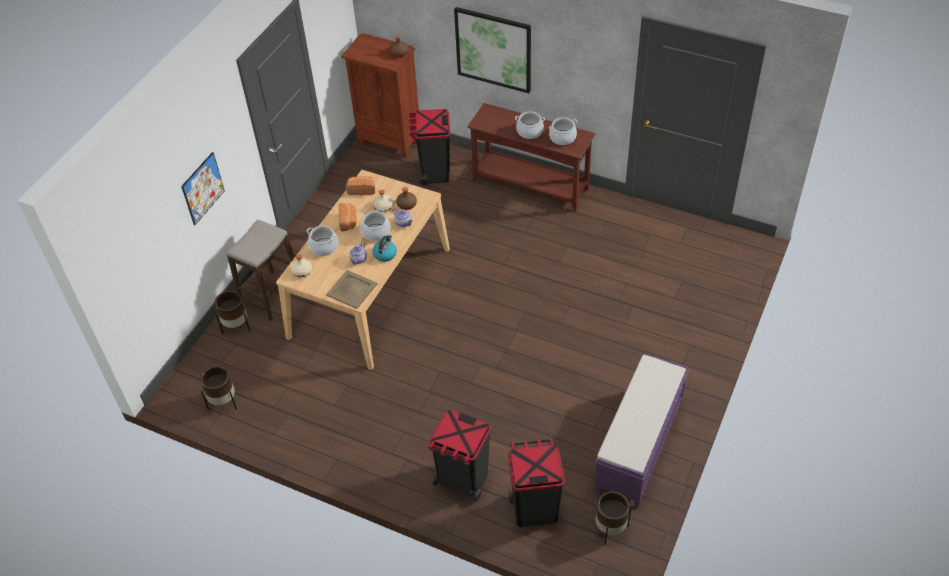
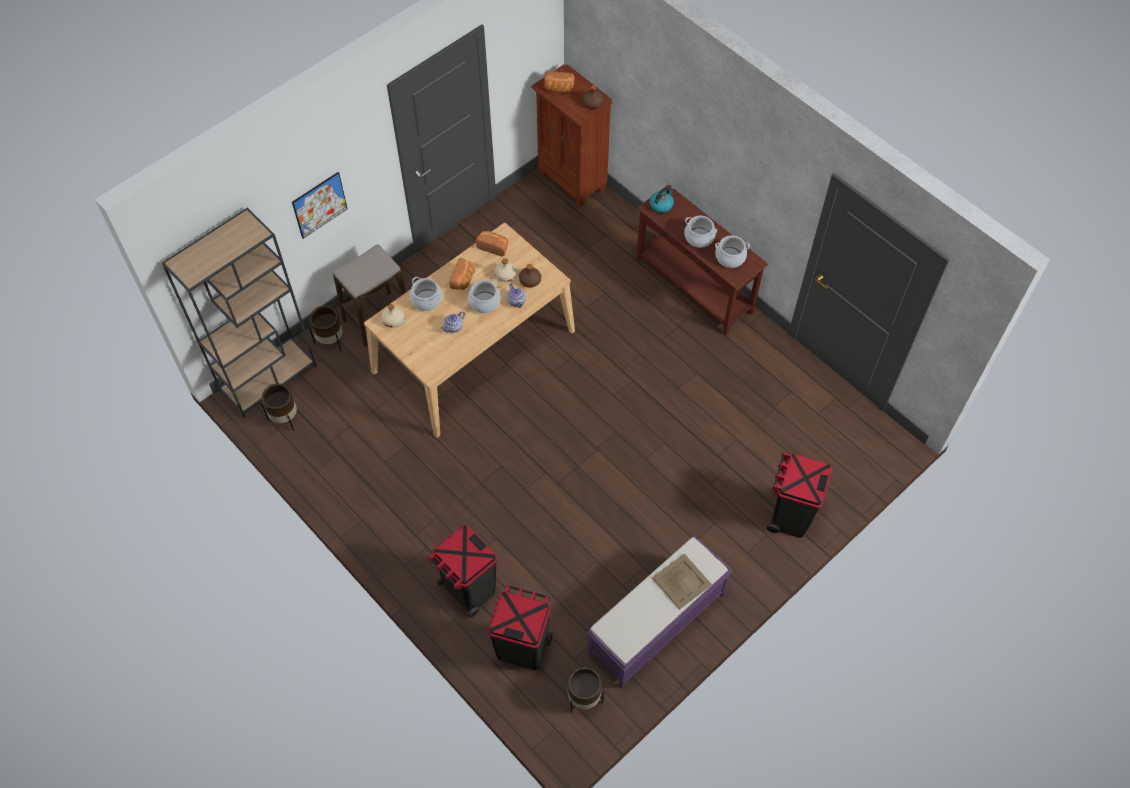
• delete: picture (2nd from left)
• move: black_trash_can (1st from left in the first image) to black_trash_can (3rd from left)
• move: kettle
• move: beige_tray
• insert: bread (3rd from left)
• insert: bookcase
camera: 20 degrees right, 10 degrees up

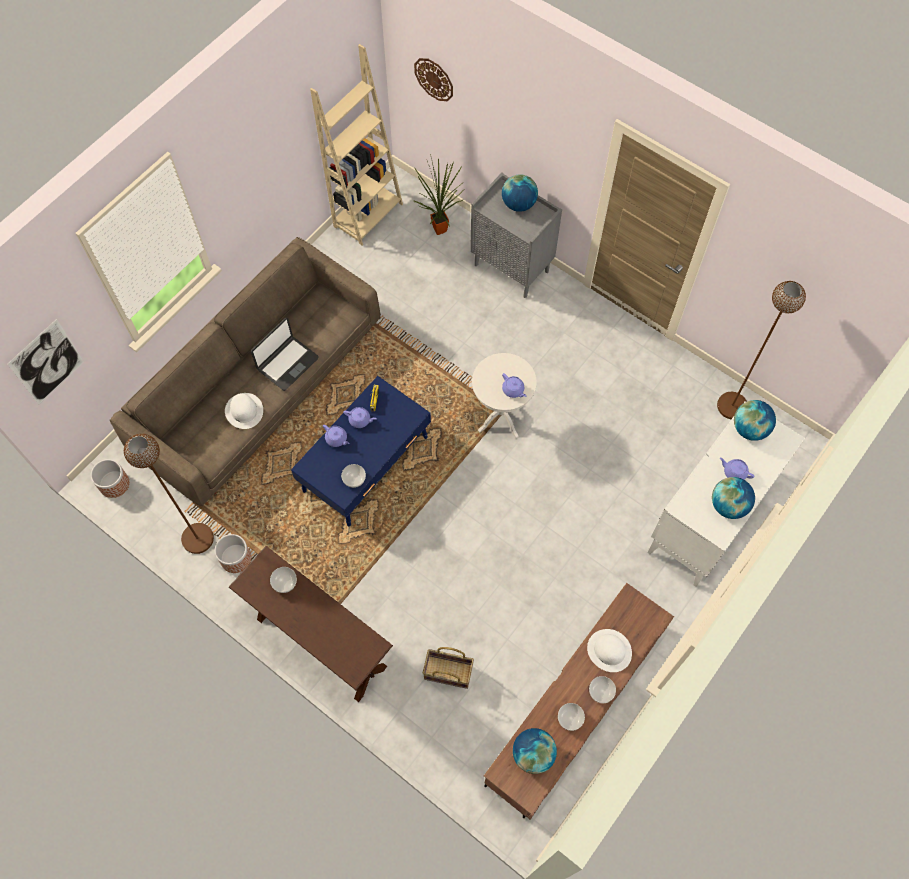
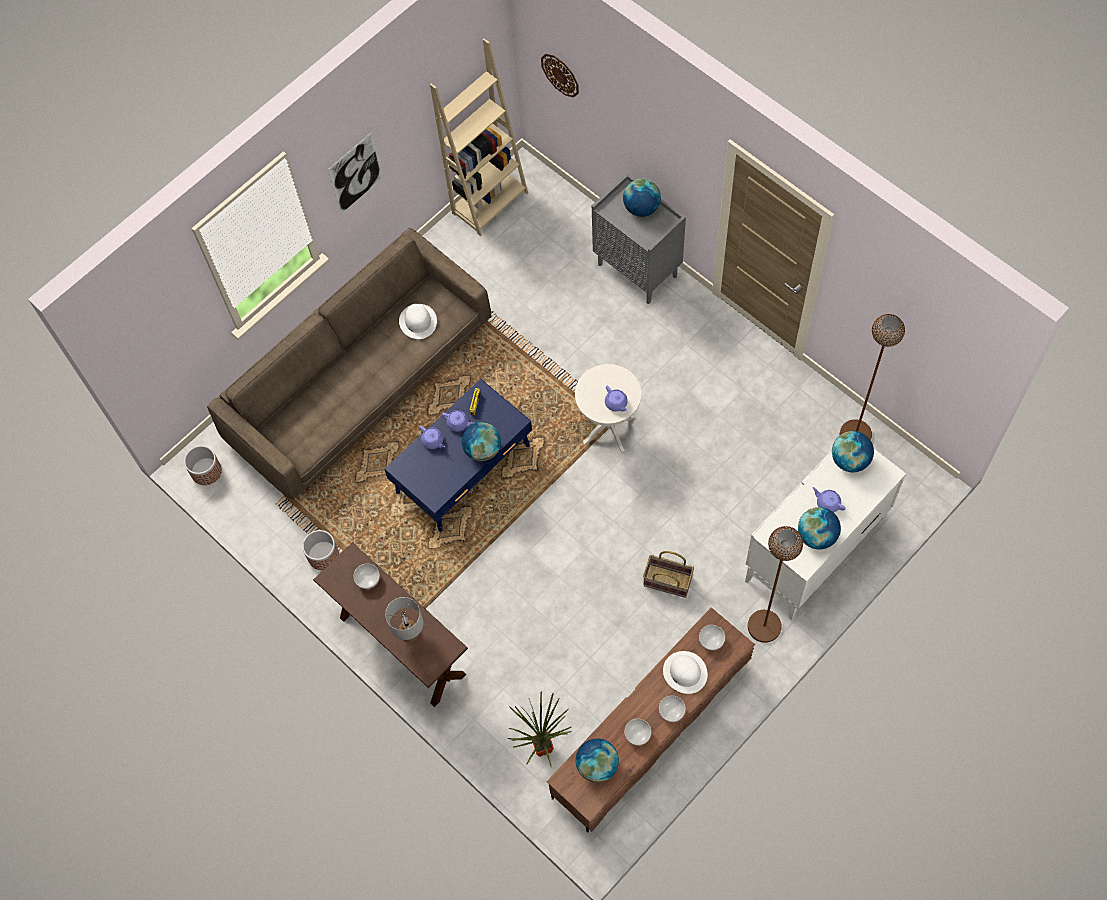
• move: potted_plant
• delete: laptop
• move: picture
• move: white_hat (1st from left)
• move: brown_floor_lamp (1st from left)
• move: bowl (2nd from left in the first image) to bowl (4th from left)
• move: basket
• insert: globe (1st from left)
• insert: grey_table_lamp
camera: 10 degrees right, 0 degrees up

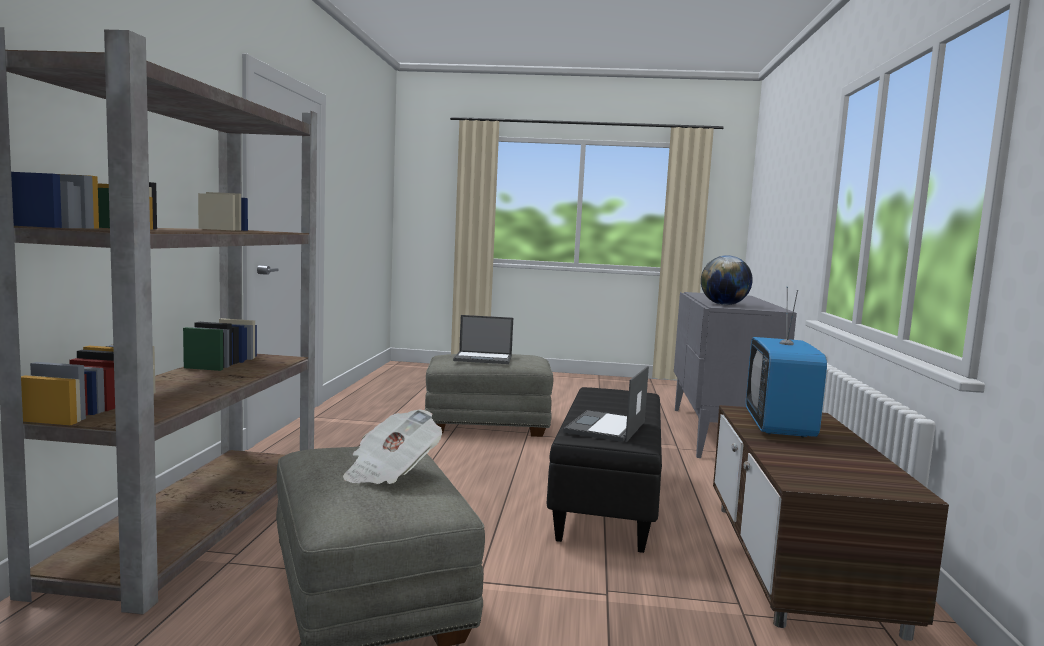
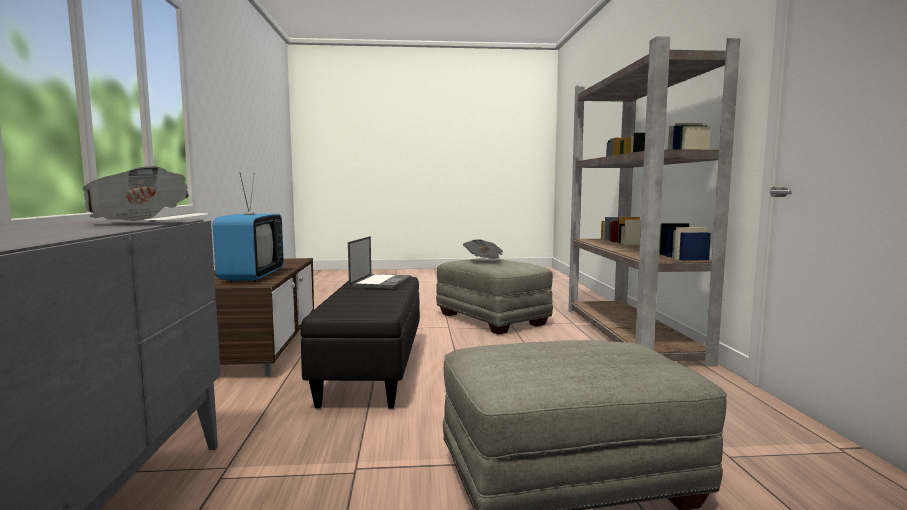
• replace: globe to newspaper (1st from left)
• delete: laptop (1st from left)
camera: 170 degrees right, 0 degrees up

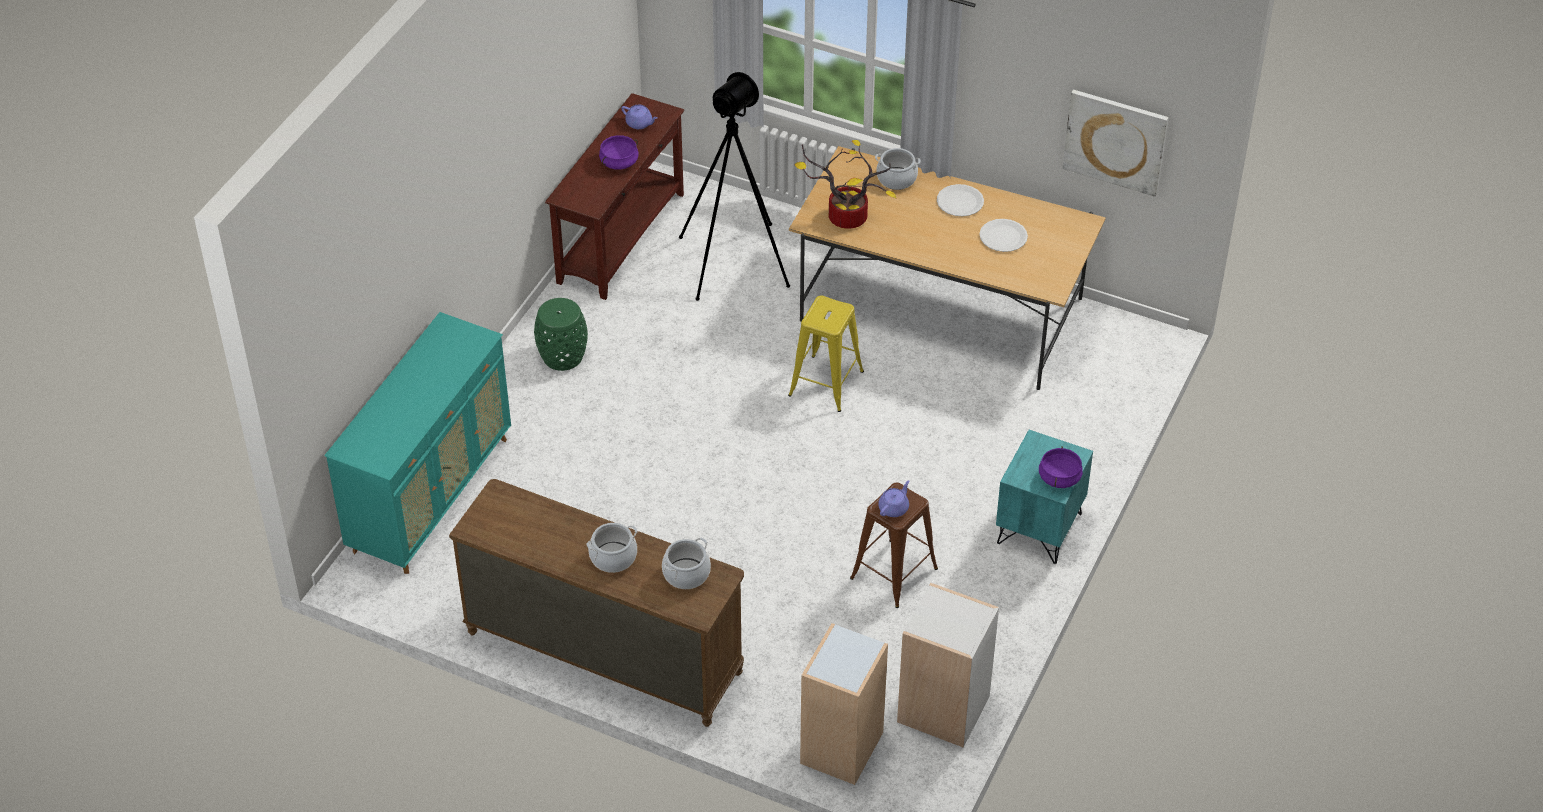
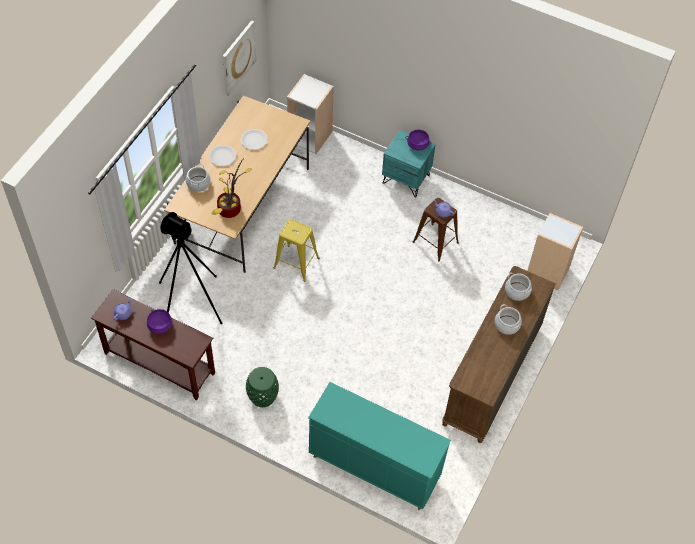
• move: bookcase (2nd from left in the first image) to bookcase (1st from left)
camera: 90 degrees left, 10 degrees up

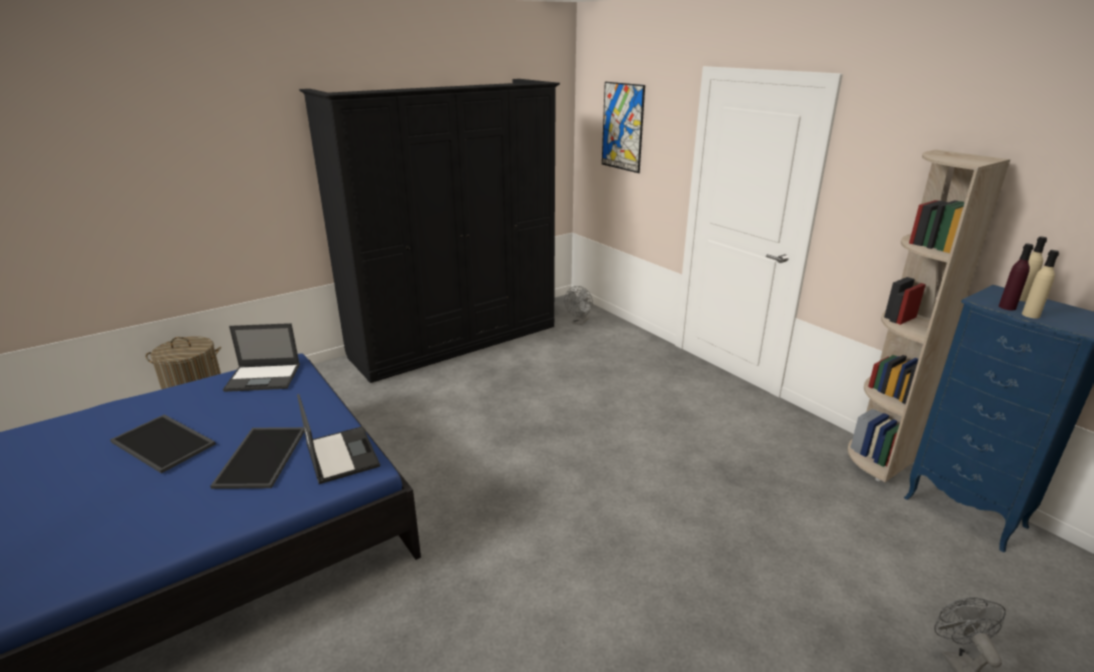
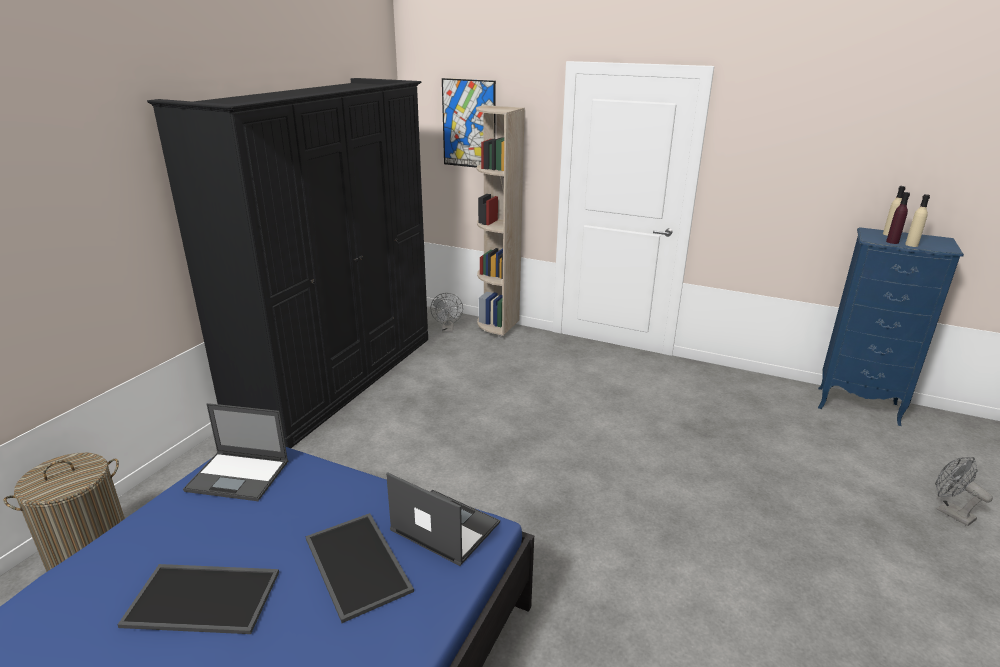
• move: beige_bookcase
• rotate: laptop (1st from left) 45 degrees clockwise
camera: 30 degrees left, 0 degrees up

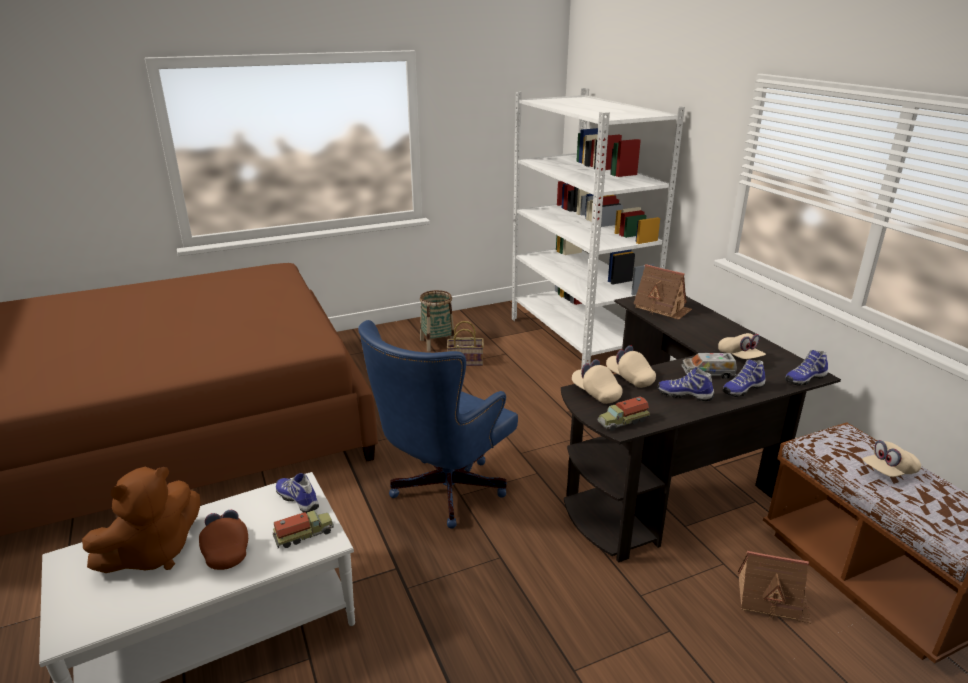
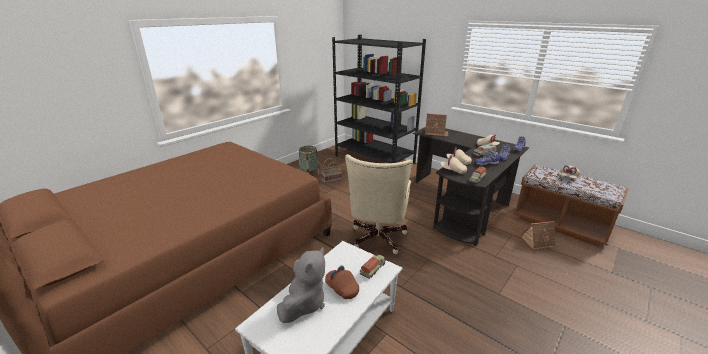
• recolor: white_bookcase to black_bookcase
• recolor: blue_office_chair to beige_office_chair
• recolor: brown_plush_toy to grey_plush_toy
• delete: shoe (1st from left)
camera: 25 degrees left, 0 degrees up

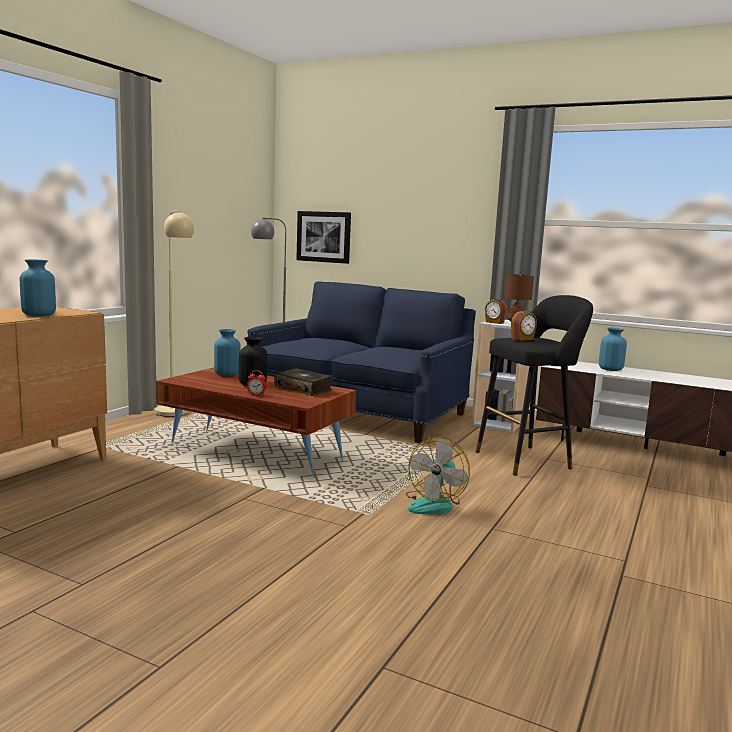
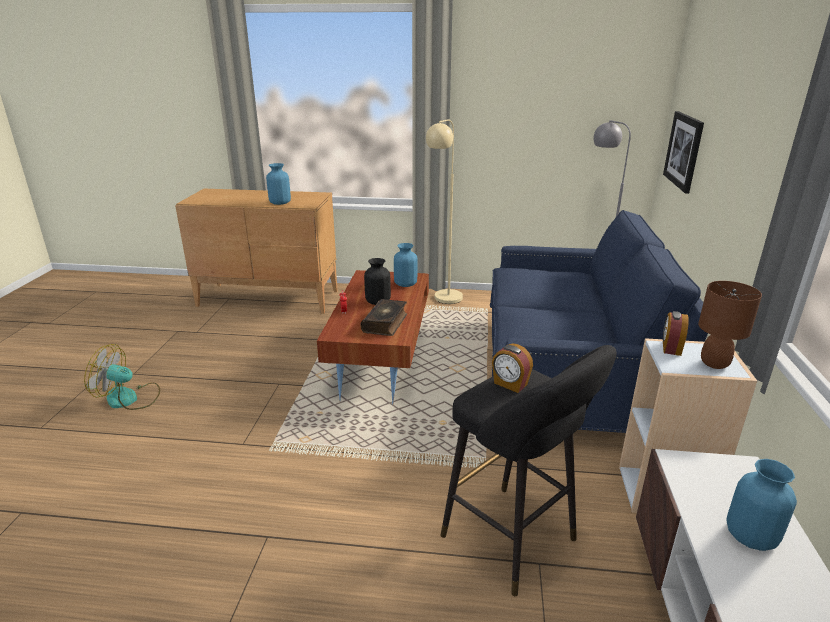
• move: fan
camera: 70 degrees right, 15 degrees up

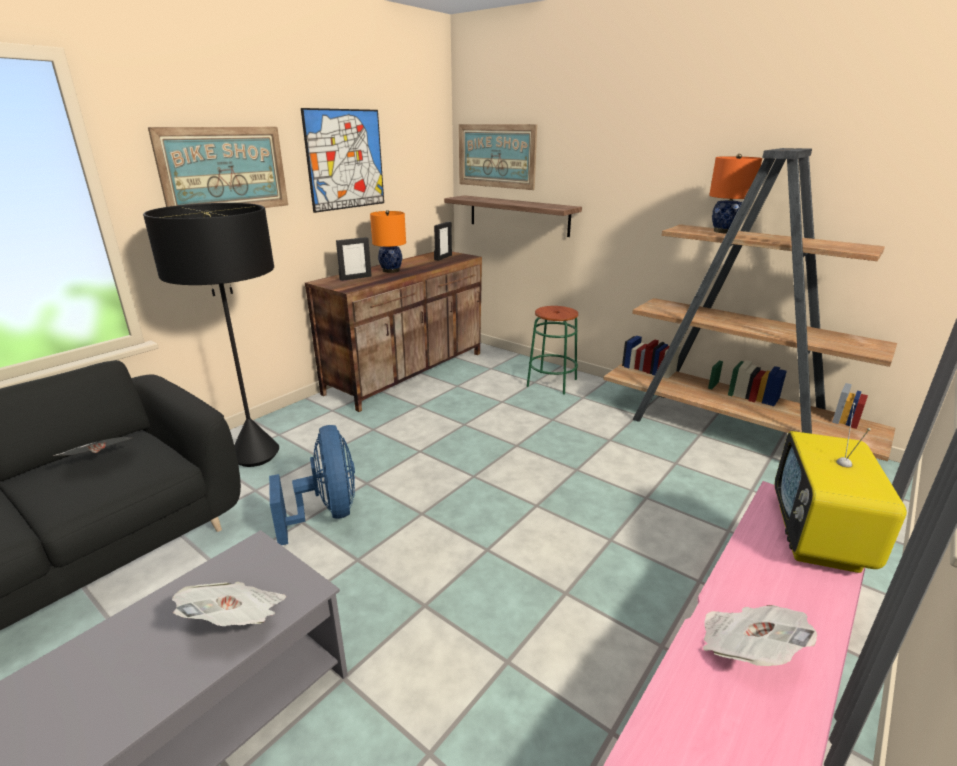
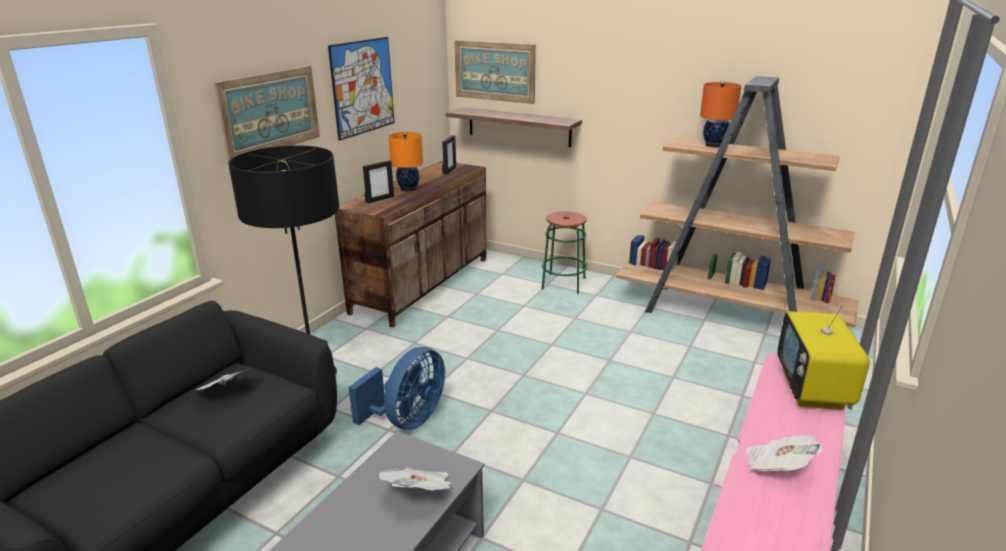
• rotate: blue_fan 60 degrees clockwise
camera: 10 degrees left, 0 degrees up

